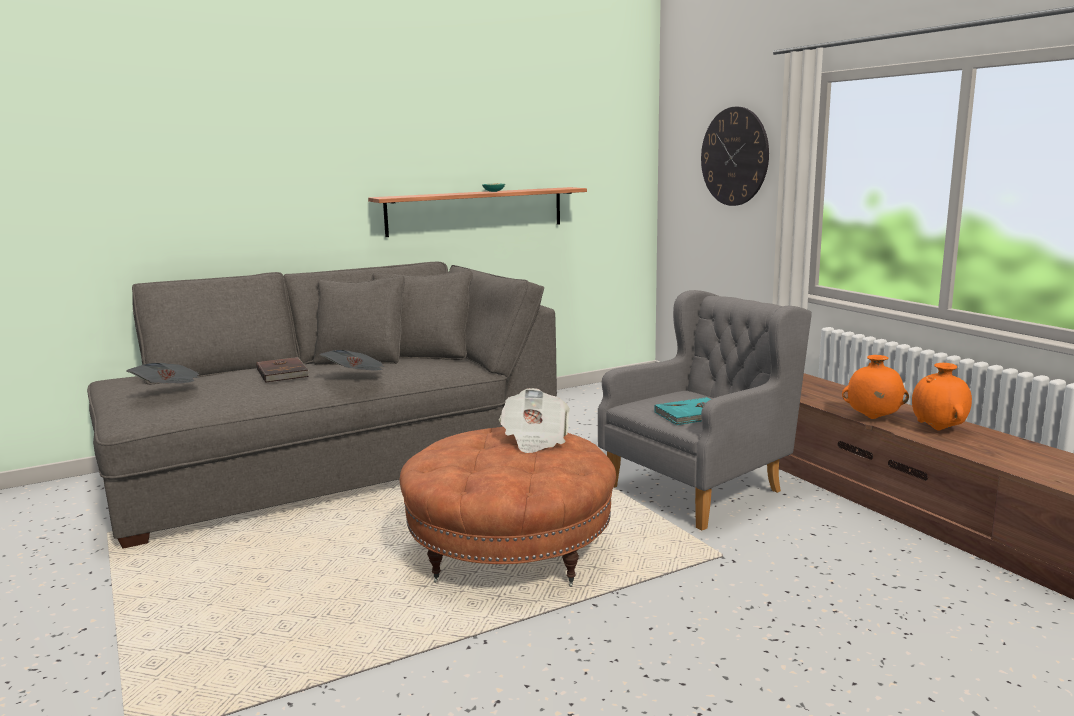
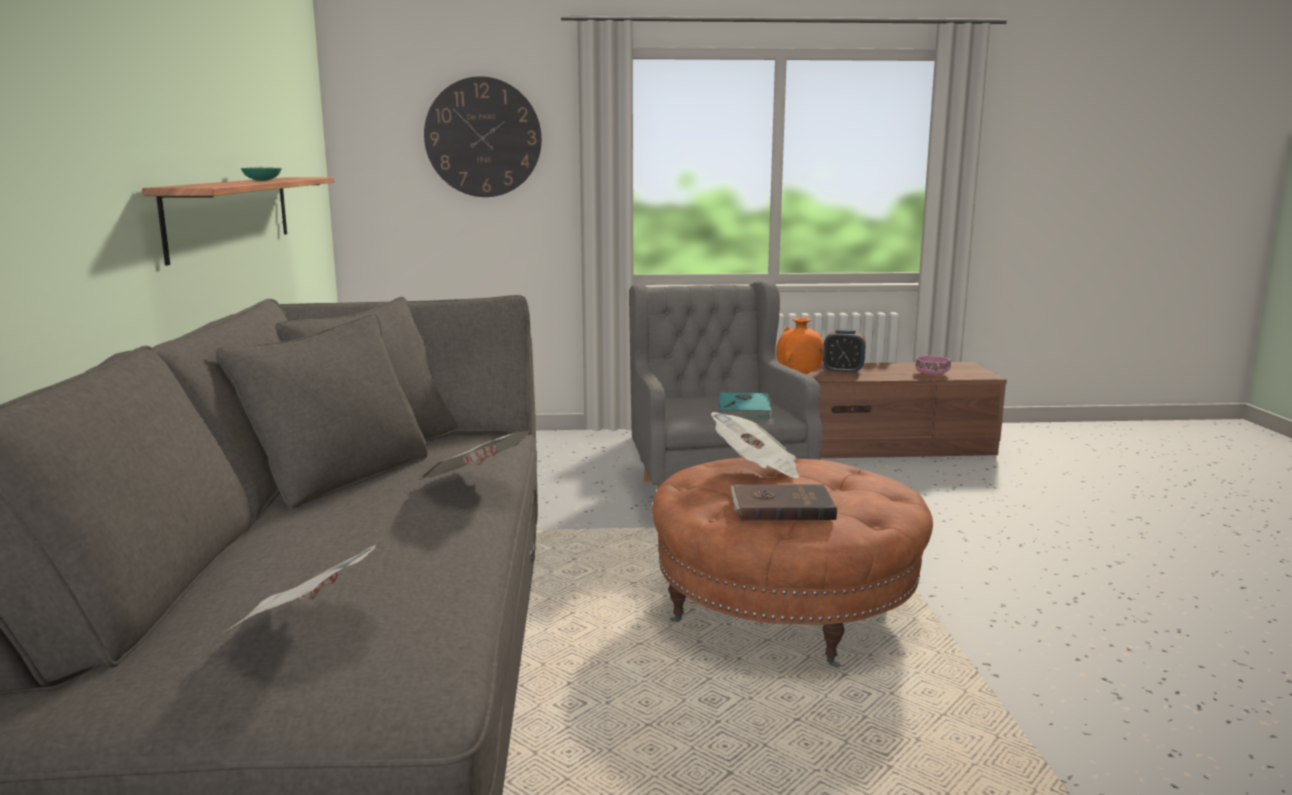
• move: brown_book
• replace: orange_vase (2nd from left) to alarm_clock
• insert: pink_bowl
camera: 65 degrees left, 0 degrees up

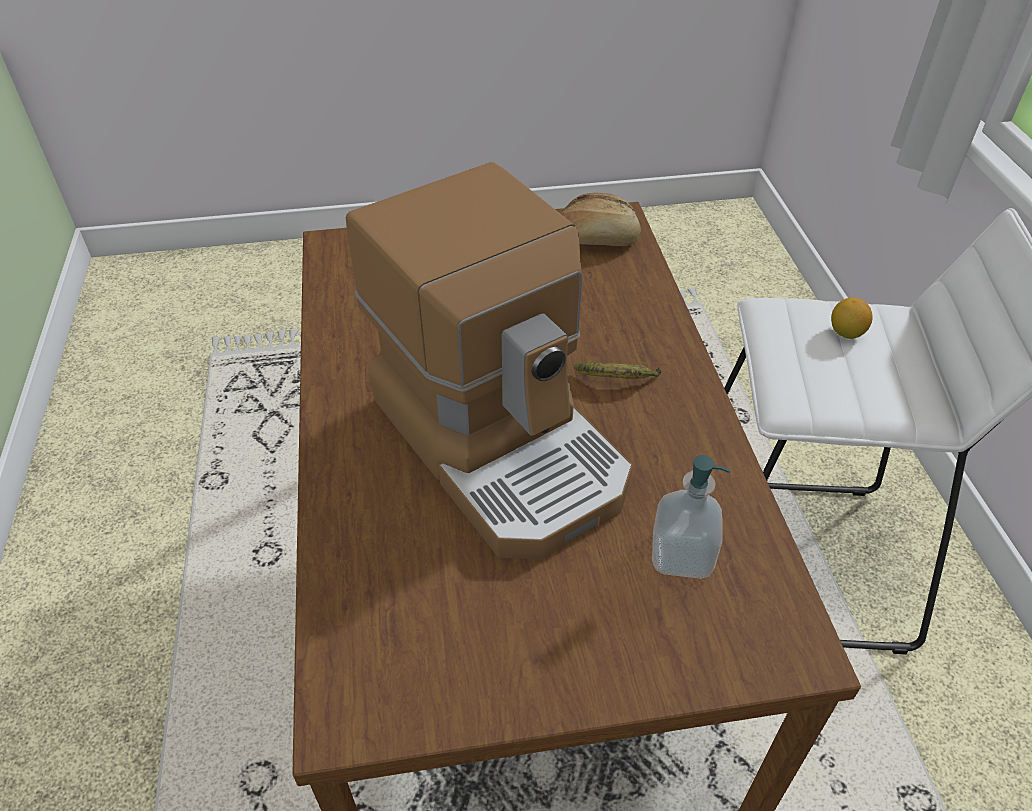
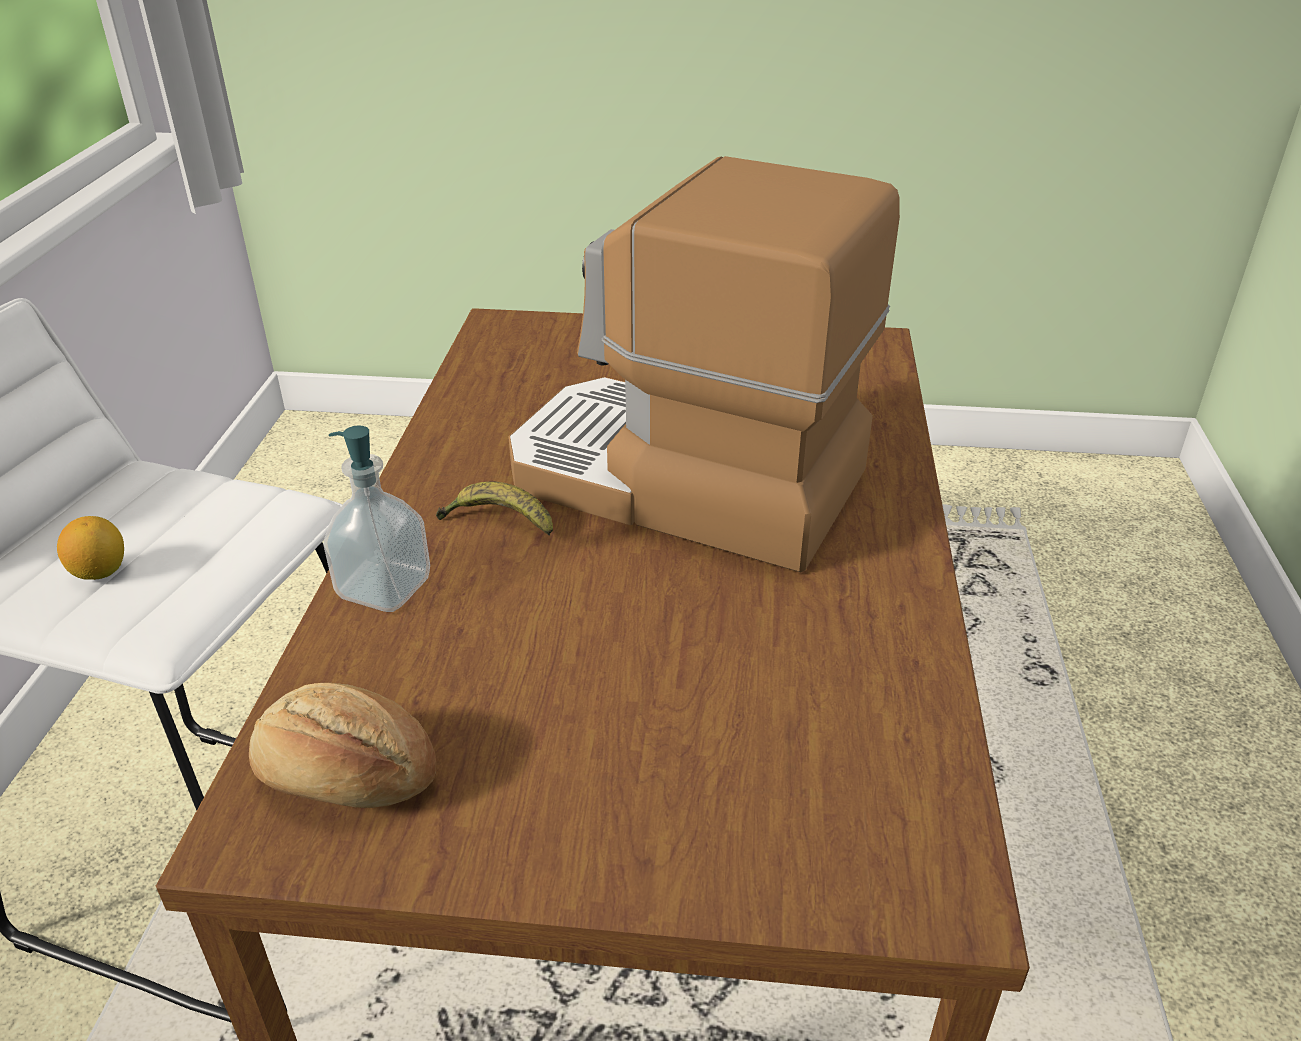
• rotate: coffee_machine 45 degrees counterclockwise
• move: soap_dispenser
camera: 165 degrees left, 10 degrees down

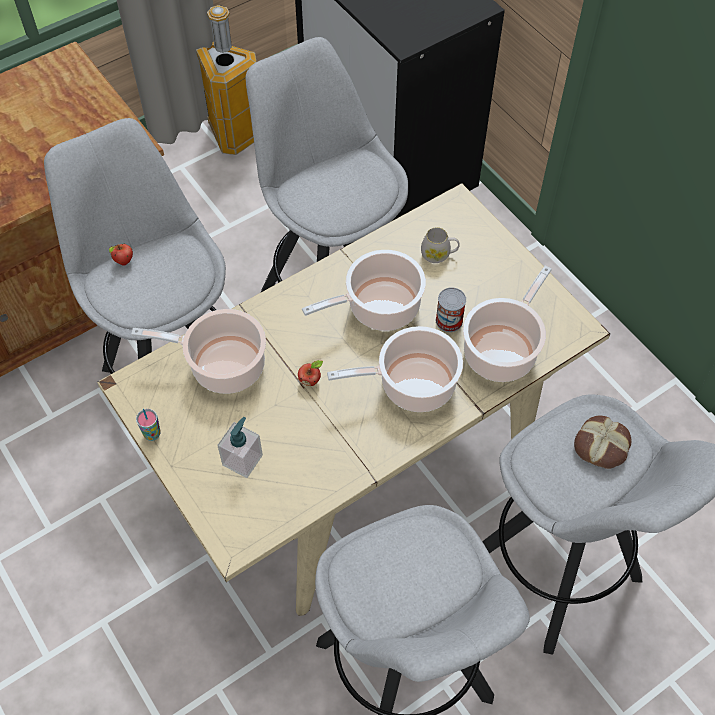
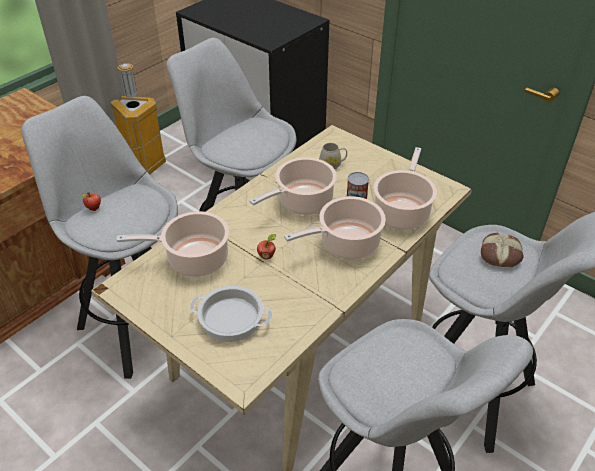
• delete: cup
• replace: soap_dispenser to cooking_pot (2nd from left)
camera: 15 degrees left, 15 degrees down

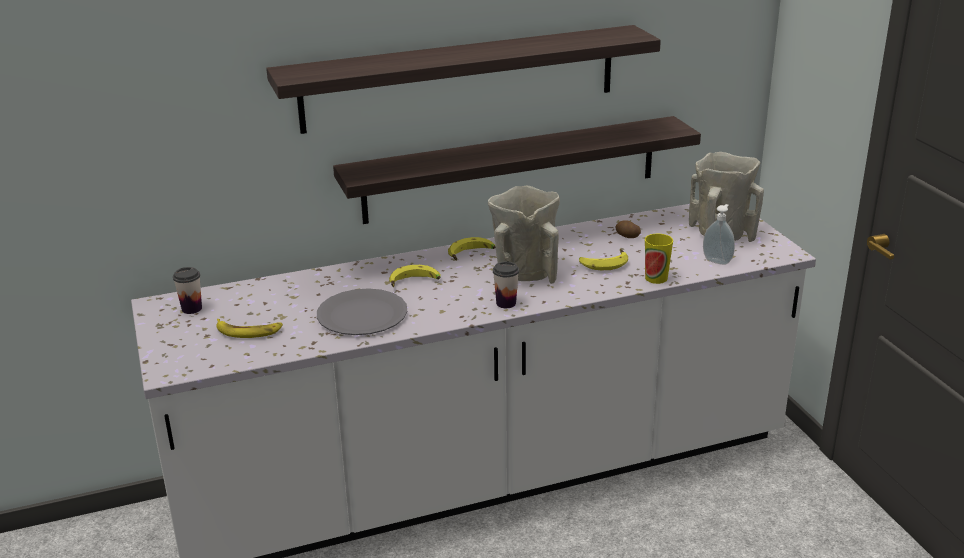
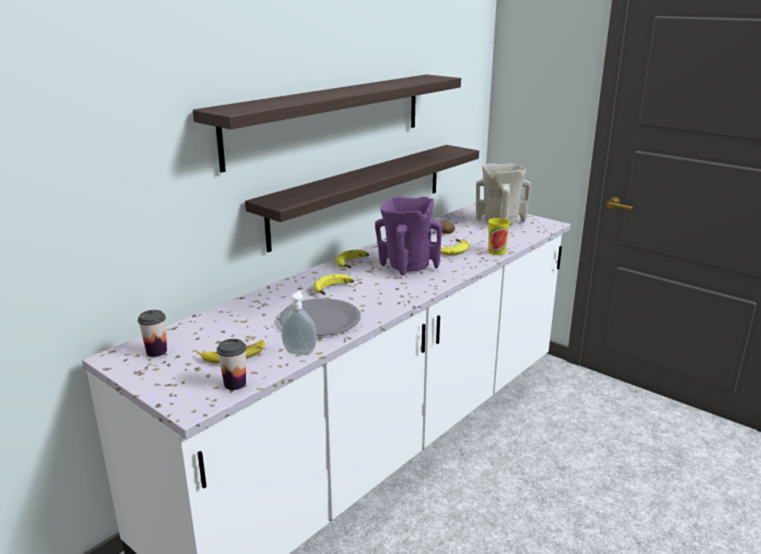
• recolor: beige_vase (1st from left) to purple_vase
• move: soap_dispenser
• move: cup (2nd from left)
camera: 30 degrees left, 5 degrees down

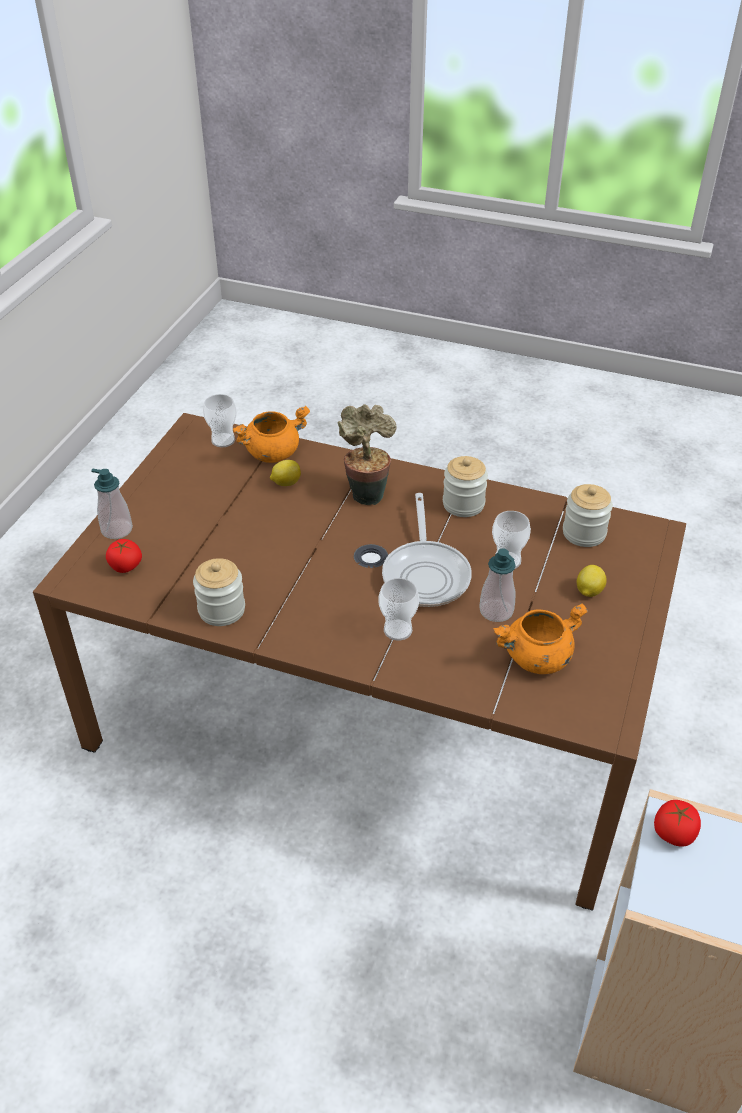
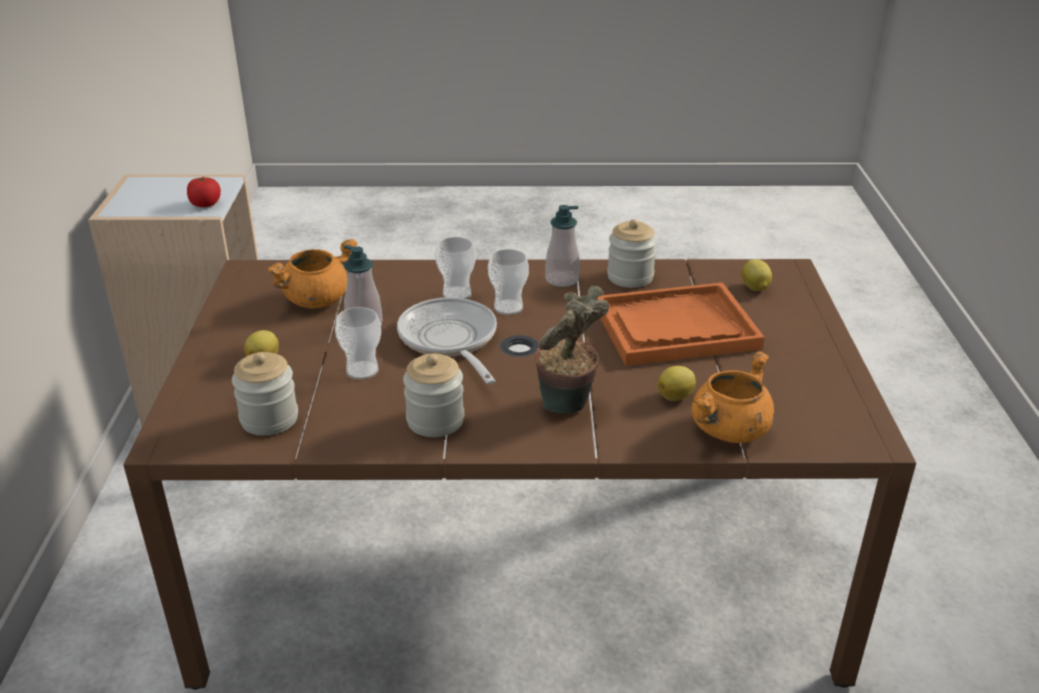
• move: cup (1st from left in the first image) to cup (3rd from left)
• move: soap_dispenser (1st from left in the first image) to soap_dispenser (2nd from left)
• replace: tomato (1st from left) to lemon (3rd from left)
• insert: orange_tray
camera: 160 degrees right, 10 degrees down

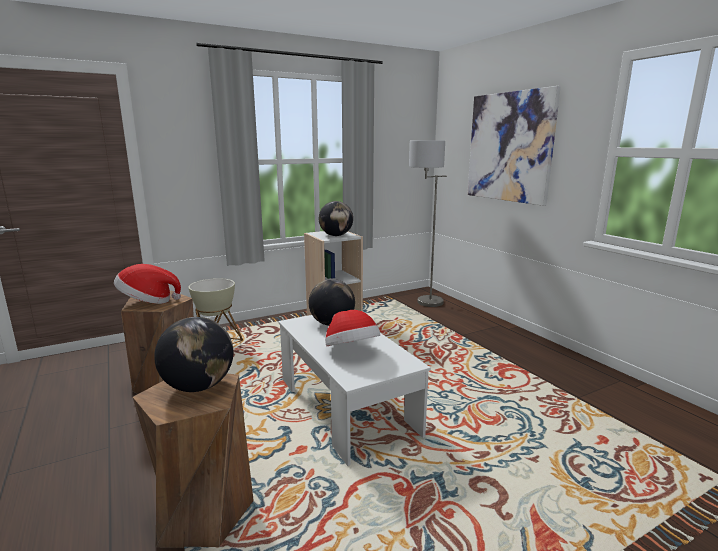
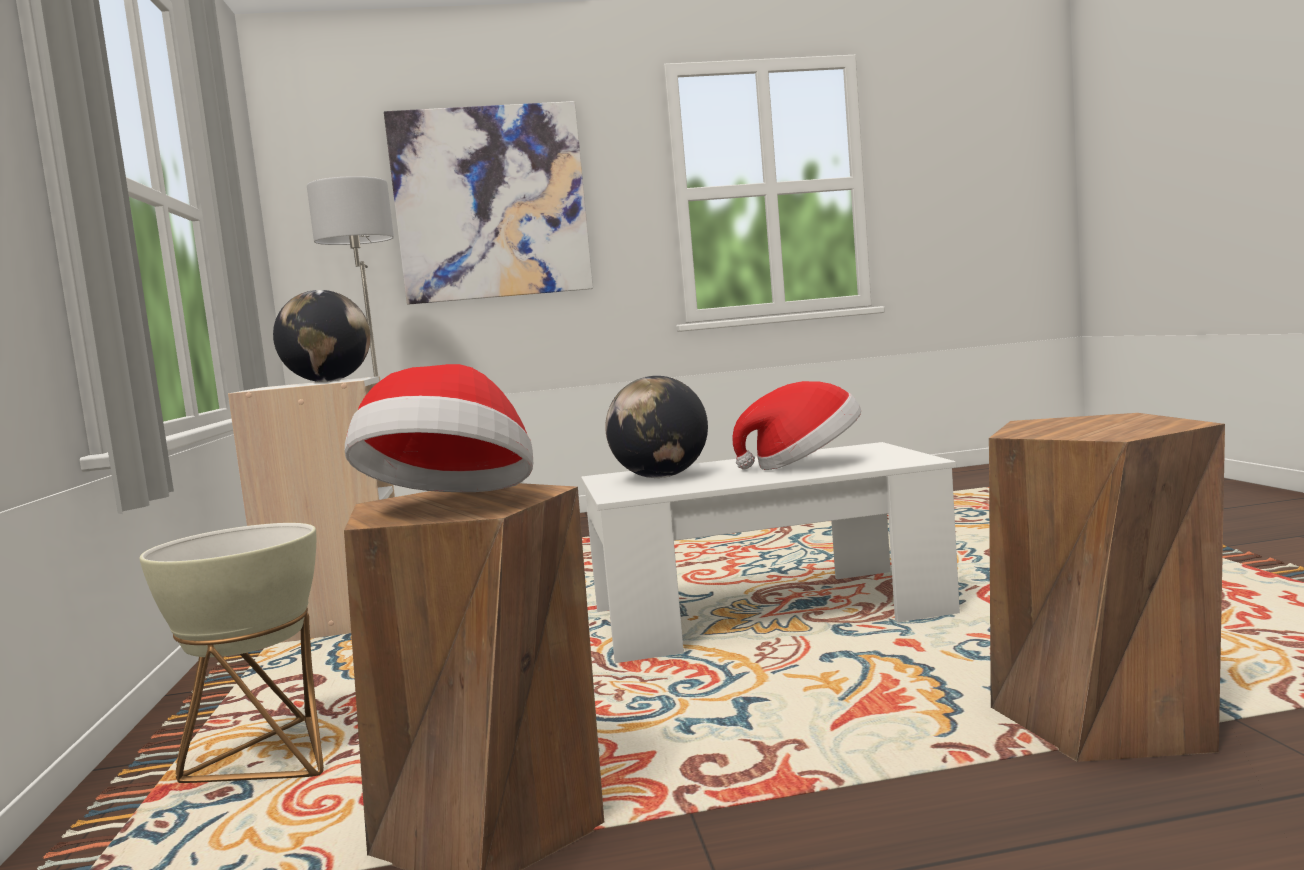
• delete: globe (1st from left)
camera: 70 degrees left, 10 degrees down

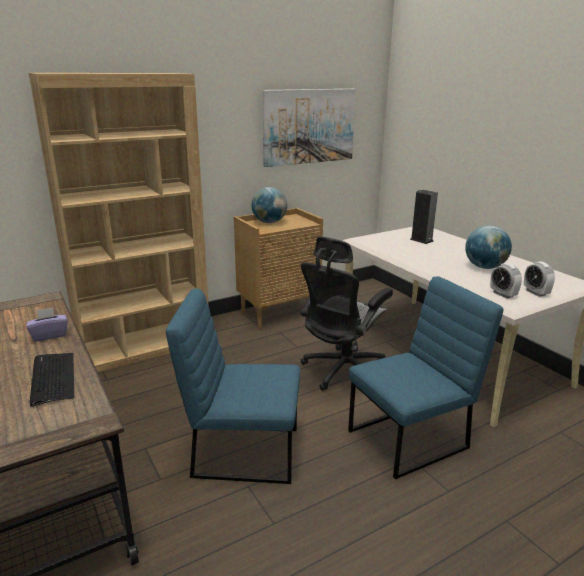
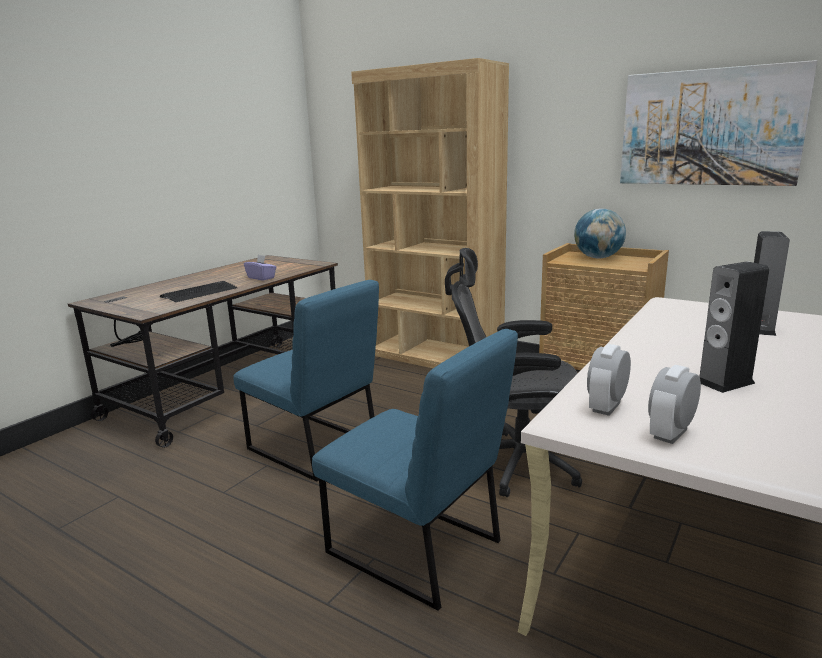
• replace: globe (2nd from left) to speaker (1st from left)
• rotate: blue_chair (1st from left) 150 degrees clockwise
camera: 65 degrees right, 5 degrees down

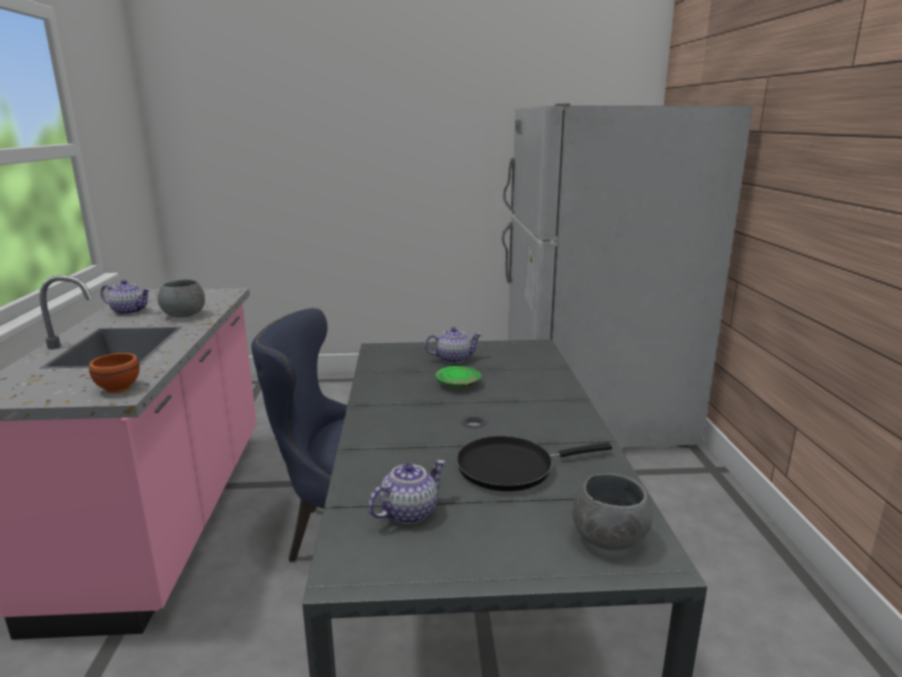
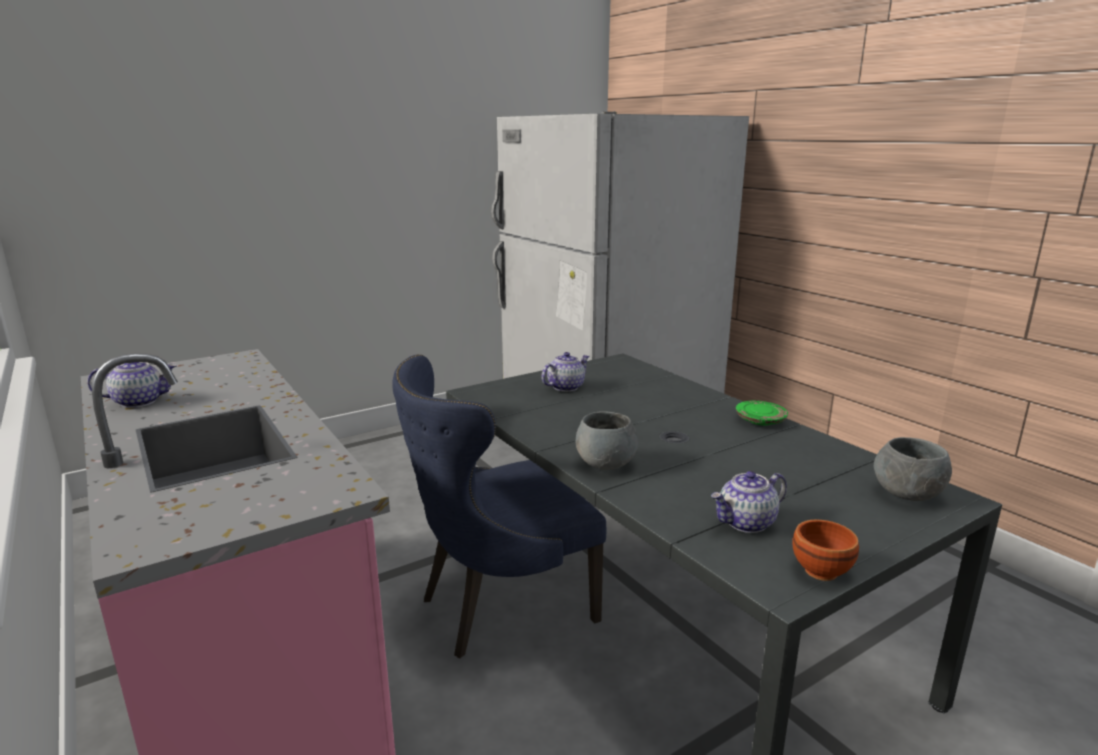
• move: grey_bowl (1st from left)
• move: brown_bowl
• move: green_plate
• delete: black_frying_pan
• rotate: teapot (2nd from left in the first image) 135 degrees counterclockwise
camera: 30 degrees left, 0 degrees up

